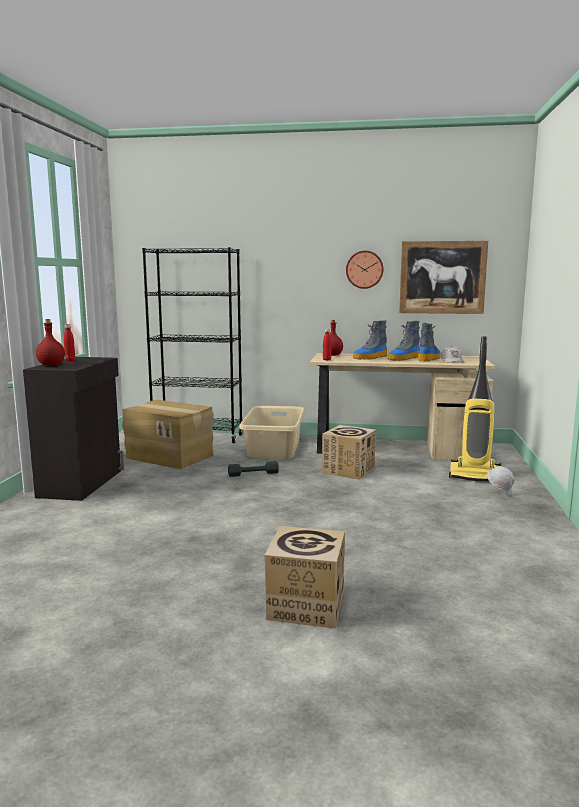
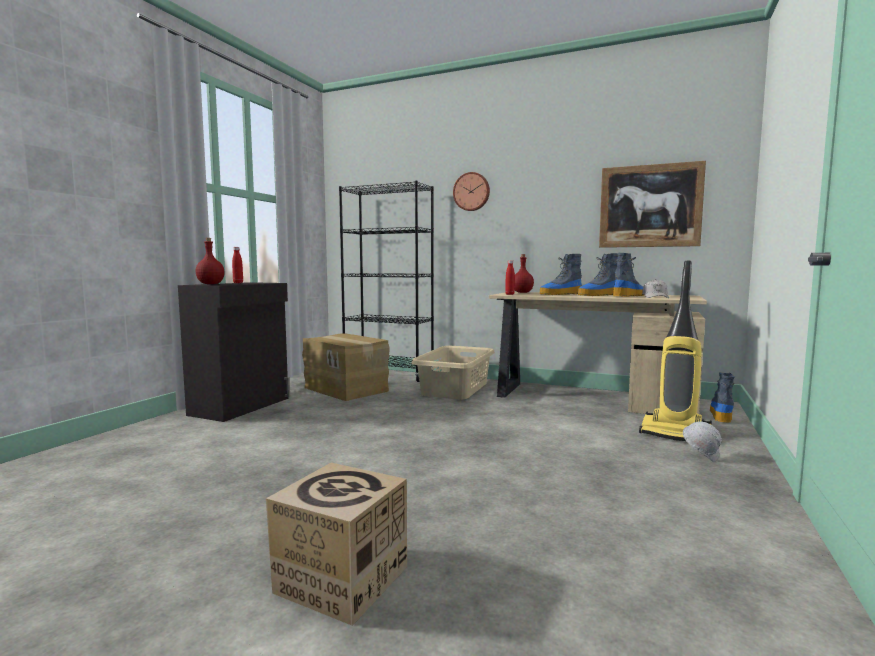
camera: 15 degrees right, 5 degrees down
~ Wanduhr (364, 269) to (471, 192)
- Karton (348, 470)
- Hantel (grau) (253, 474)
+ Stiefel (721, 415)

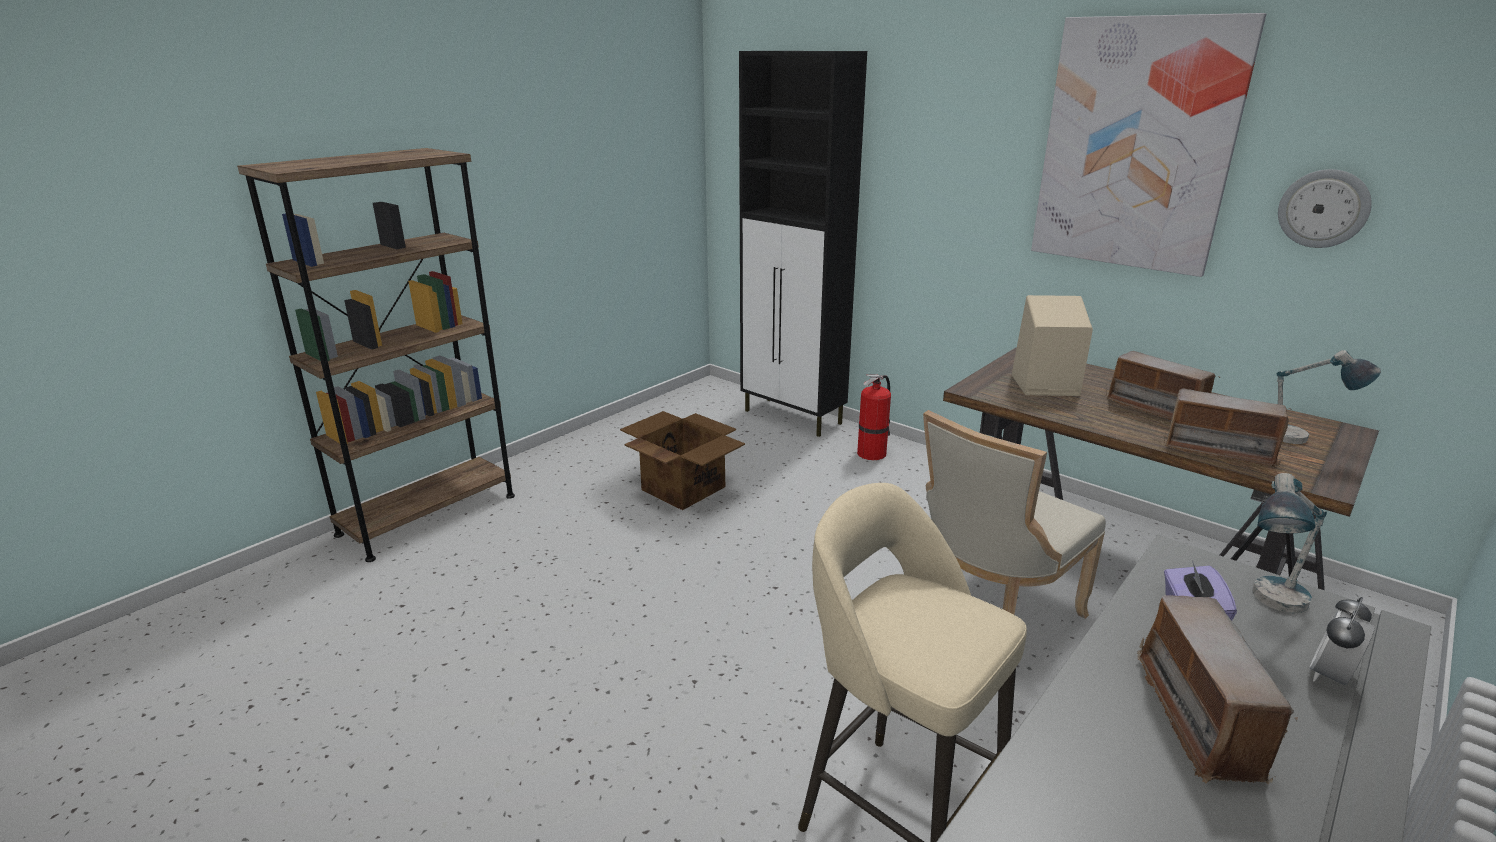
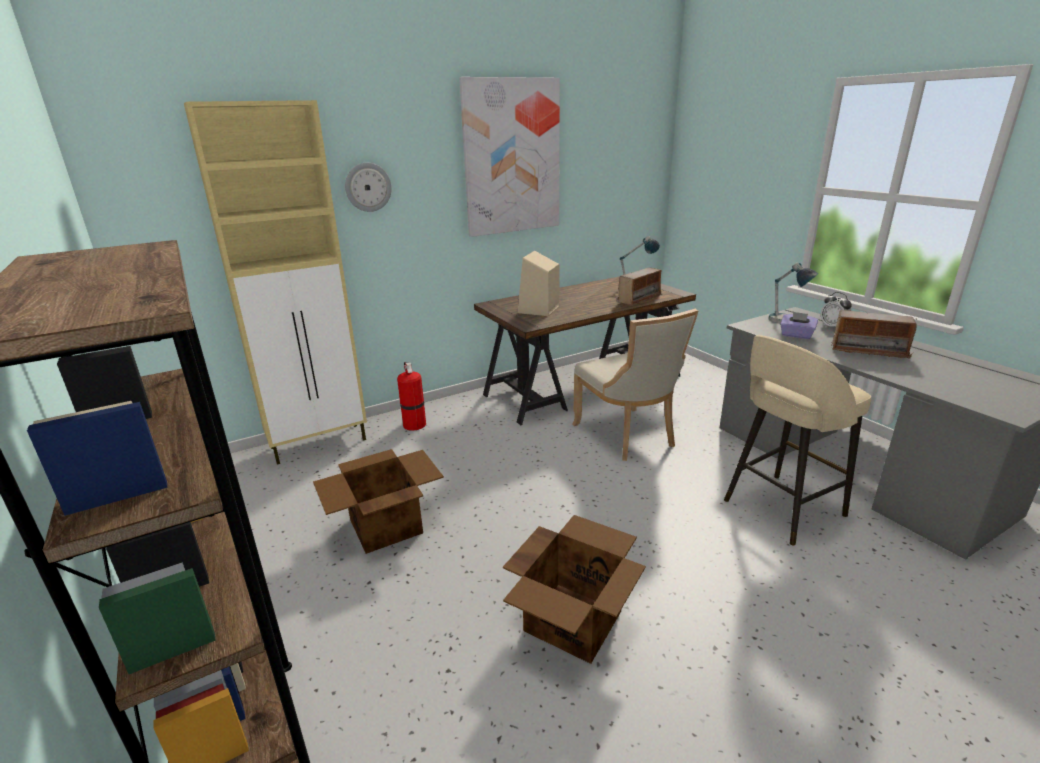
camera: 70 degrees left, 0 degrees up
~ Schrank (schwarz) (793, 417) to Schrank (beige) (320, 443)
~ Wanduhr (1323, 208) to (368, 187)
- Radio (1155, 409)
+ Karton (574, 620)

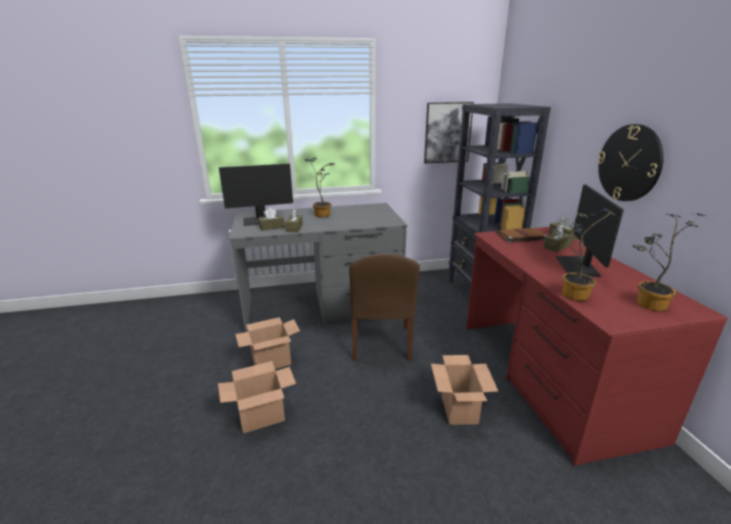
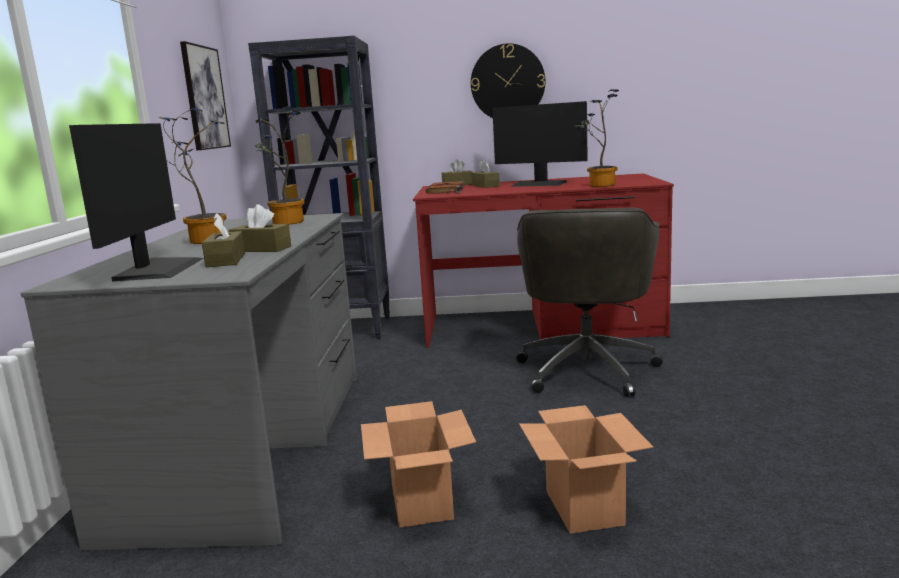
camera: 75 degrees left, 10 degrees down
~ Topfpflanze (646, 304) to (285, 223)
- Stuhl (braun) (381, 344)
~ Karton (458, 408) to Bürostuhl (grau) (587, 369)

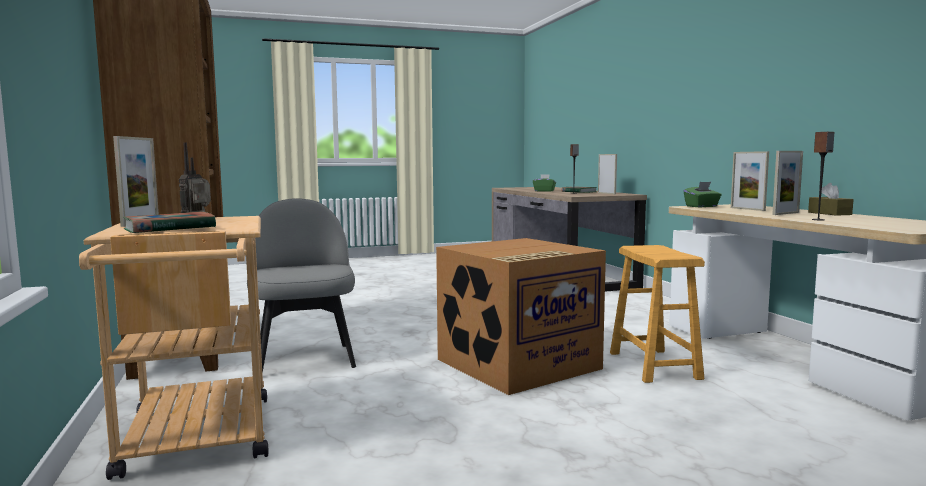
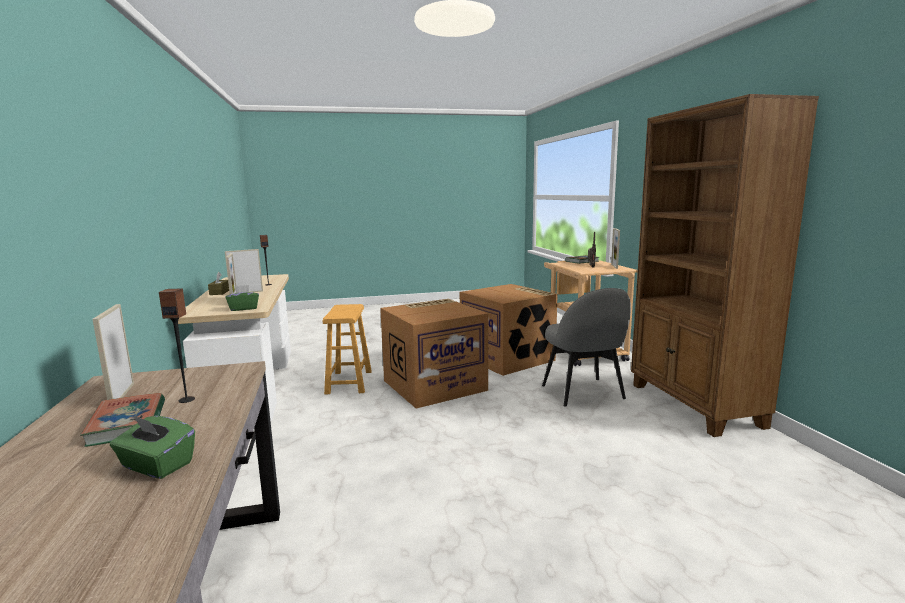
camera: 175 degrees left, 5 degrees up
+ Karton (508, 358)

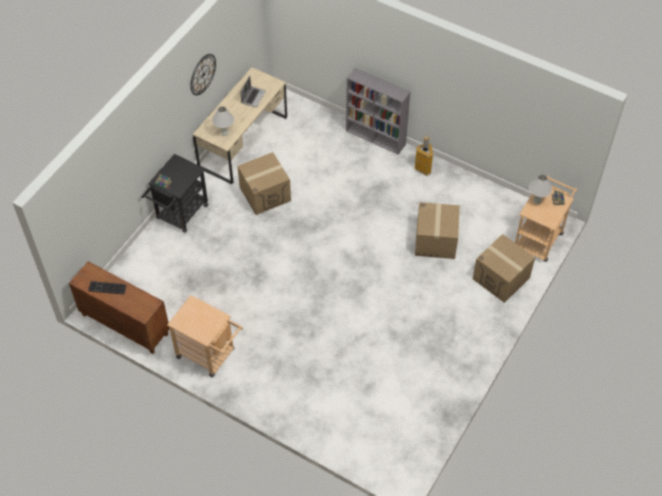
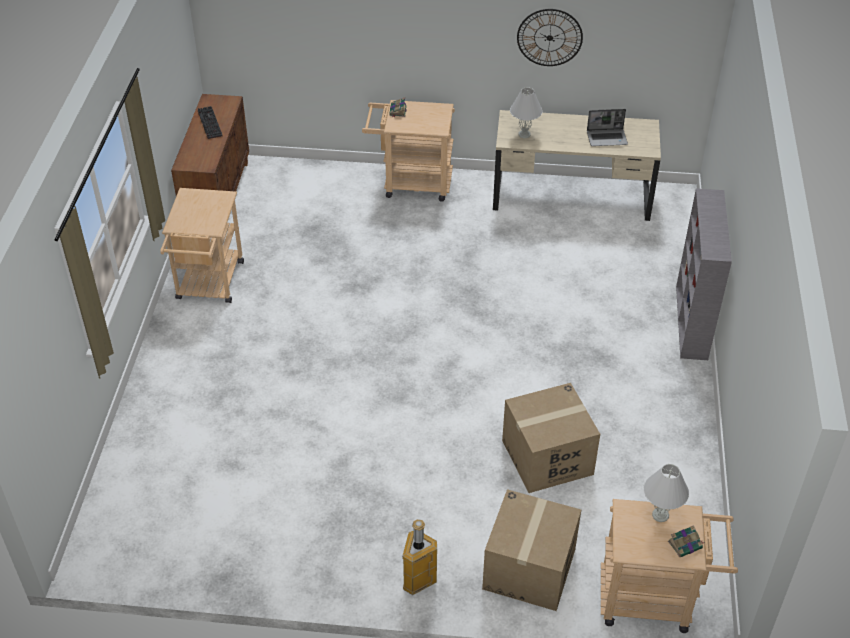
camera: 65 degrees right, 10 degrees down
~ Mülleimer (423, 169) to (418, 580)
- Karton (265, 194)
~ Rollwagen (schwarz) (179, 215) to Rollwagen (beige) (411, 183)

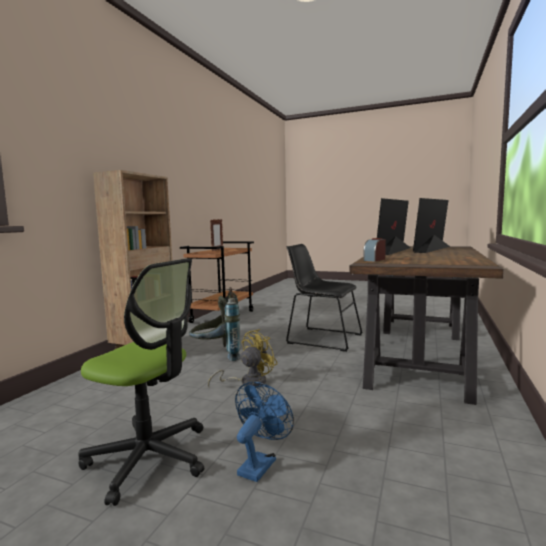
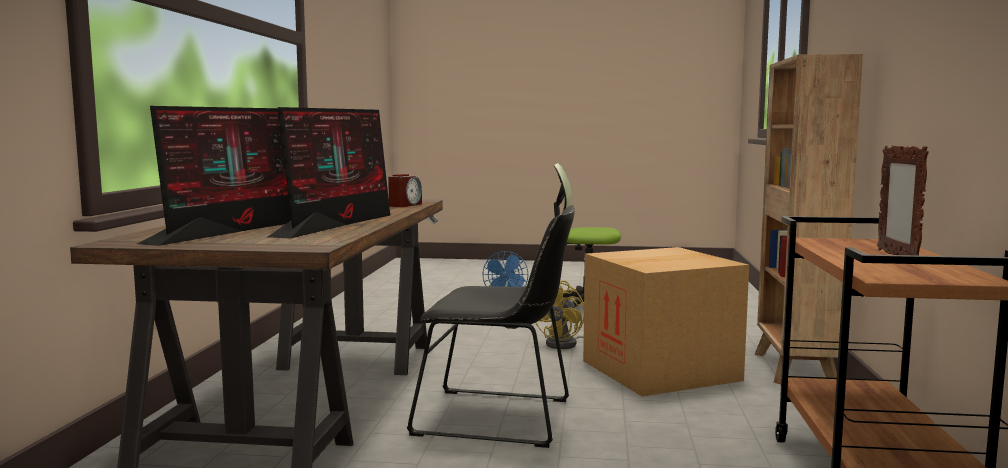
camera: 165 degrees right, 0 degrees up
~ Rucksack (grau) (217, 355) to Karton (660, 370)

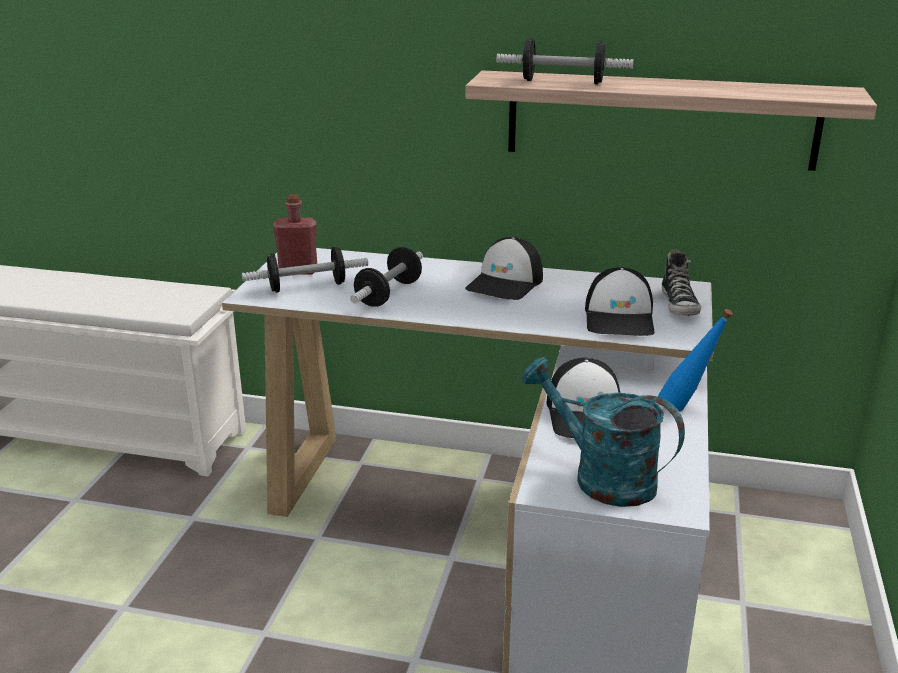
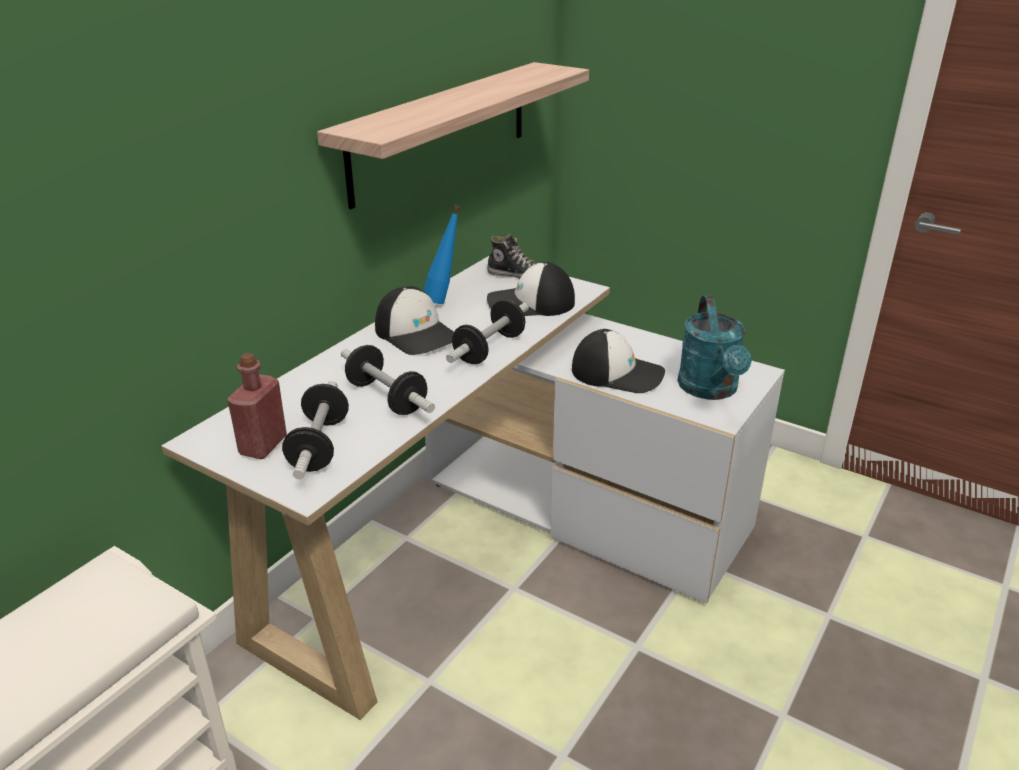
camera: 70 degrees left, 5 degrees up
~ Hantel (563, 82) to (489, 349)
~ Kappe (620, 318) = (530, 303) 150 degrees clockwise
~ Flasche (blau) (687, 410) to (443, 300)
~ Gießkanne (türkis) (601, 477) = (711, 390) 60 degrees counterclockwise

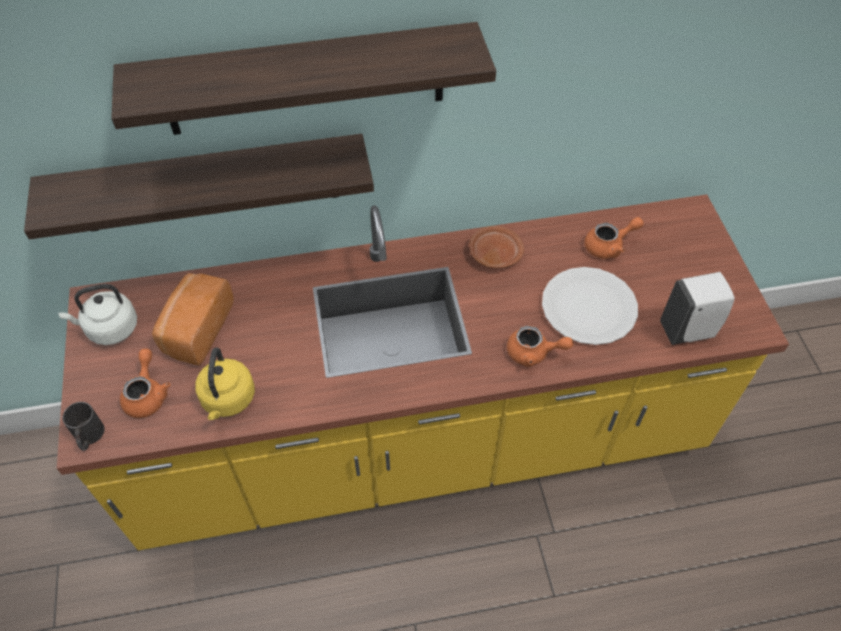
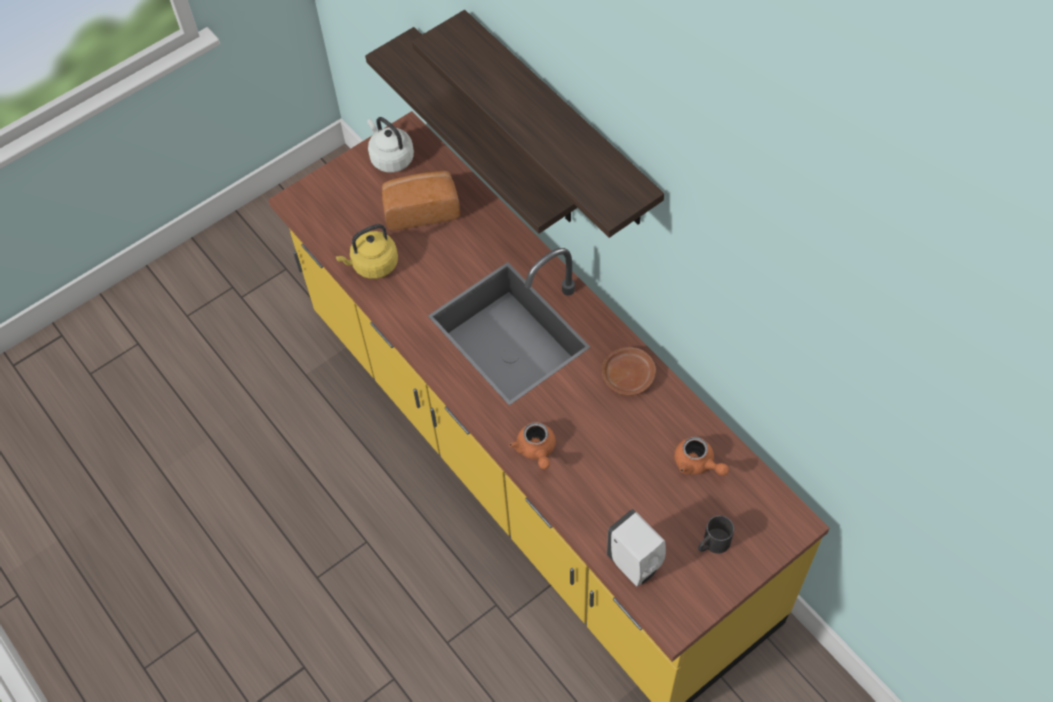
camera: 65 degrees right, 5 degrees up
- Teller (weiß) (588, 307)
- Teekanne (orange) (147, 394)
~ Henkelbecher (schwarz) (89, 437) to (712, 544)

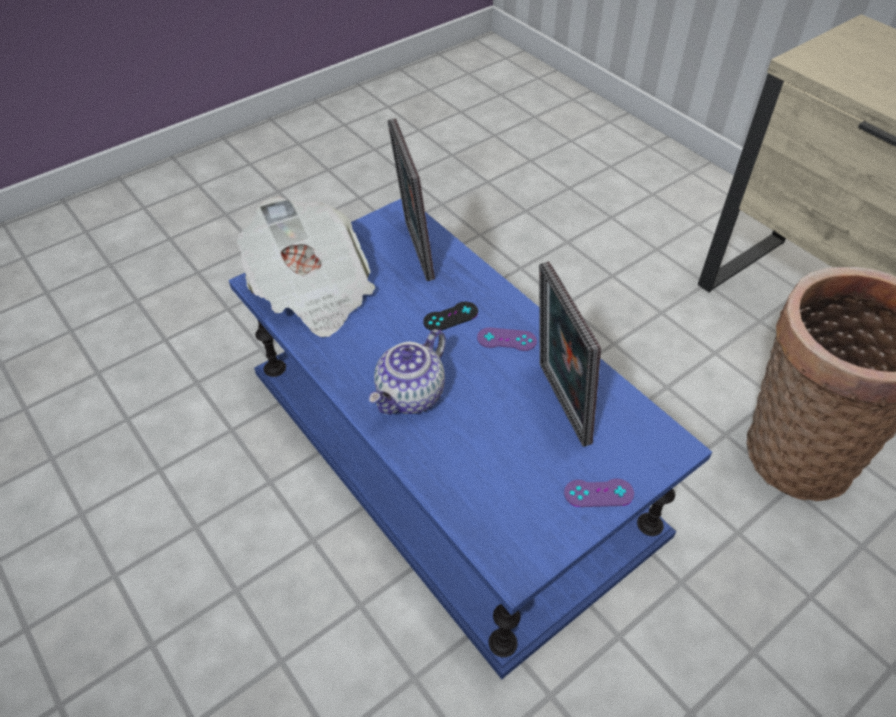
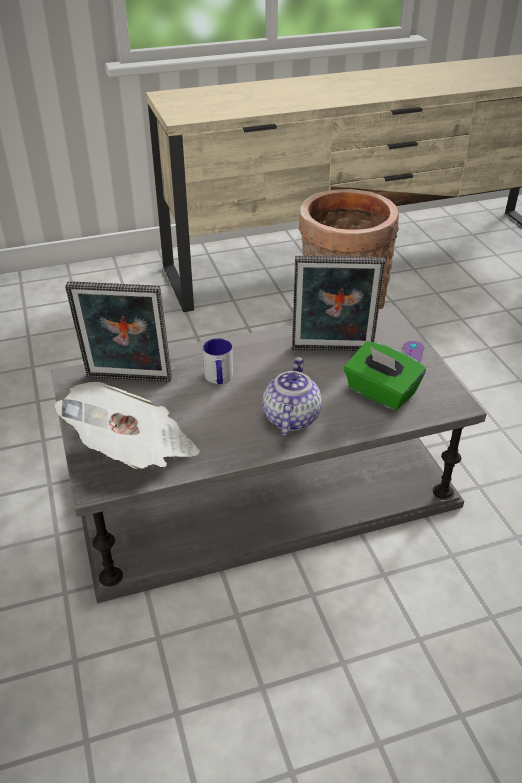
camera: 70 degrees left, 10 degrees down
~ Couchtisch (blau) (450, 450) to Couchtisch (grau) (262, 483)
~ Gamepad (schwarz) (450, 317) to Henkelbecher (219, 379)
- Gamepad (lila) (506, 339)
~ Teekanne (411, 396) = (290, 417) 135 degrees counterclockwise
+ Taschentuchbox (grün) (380, 393)

